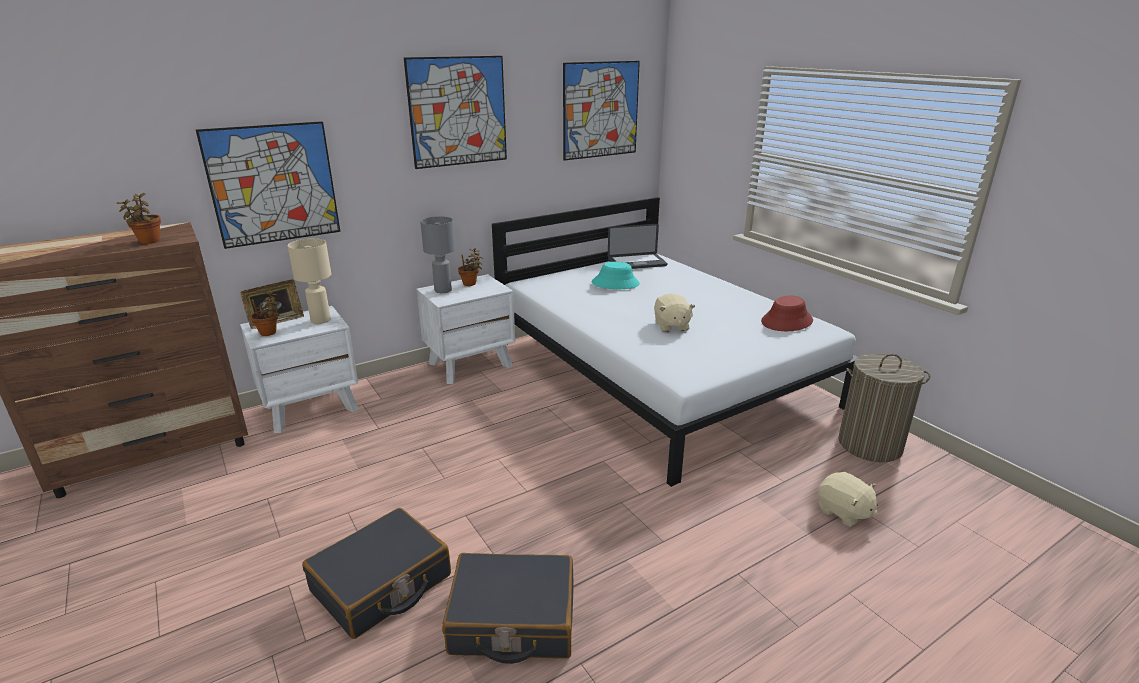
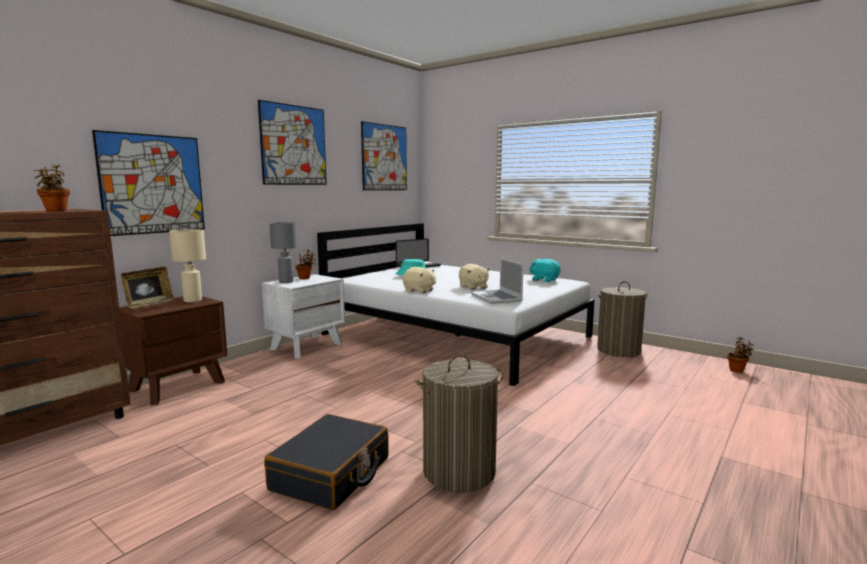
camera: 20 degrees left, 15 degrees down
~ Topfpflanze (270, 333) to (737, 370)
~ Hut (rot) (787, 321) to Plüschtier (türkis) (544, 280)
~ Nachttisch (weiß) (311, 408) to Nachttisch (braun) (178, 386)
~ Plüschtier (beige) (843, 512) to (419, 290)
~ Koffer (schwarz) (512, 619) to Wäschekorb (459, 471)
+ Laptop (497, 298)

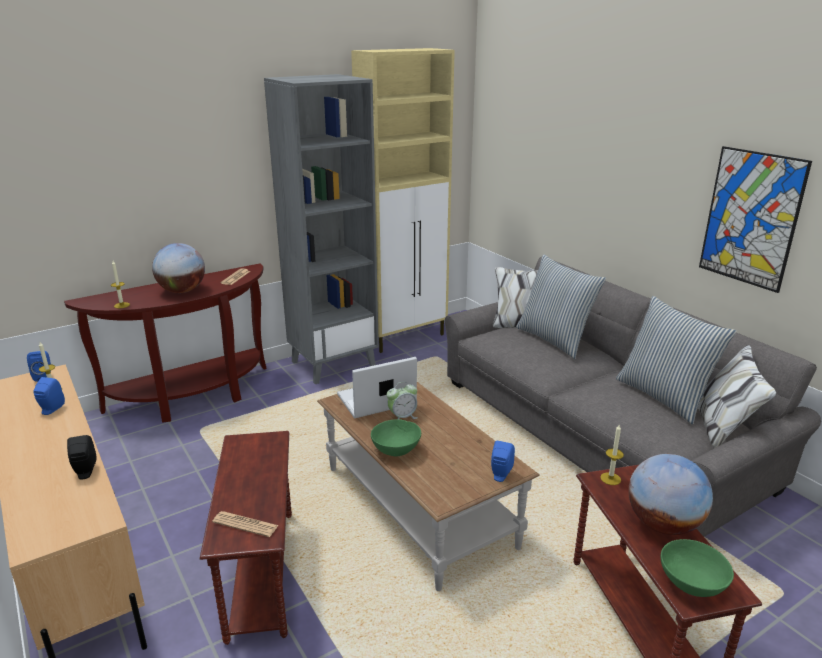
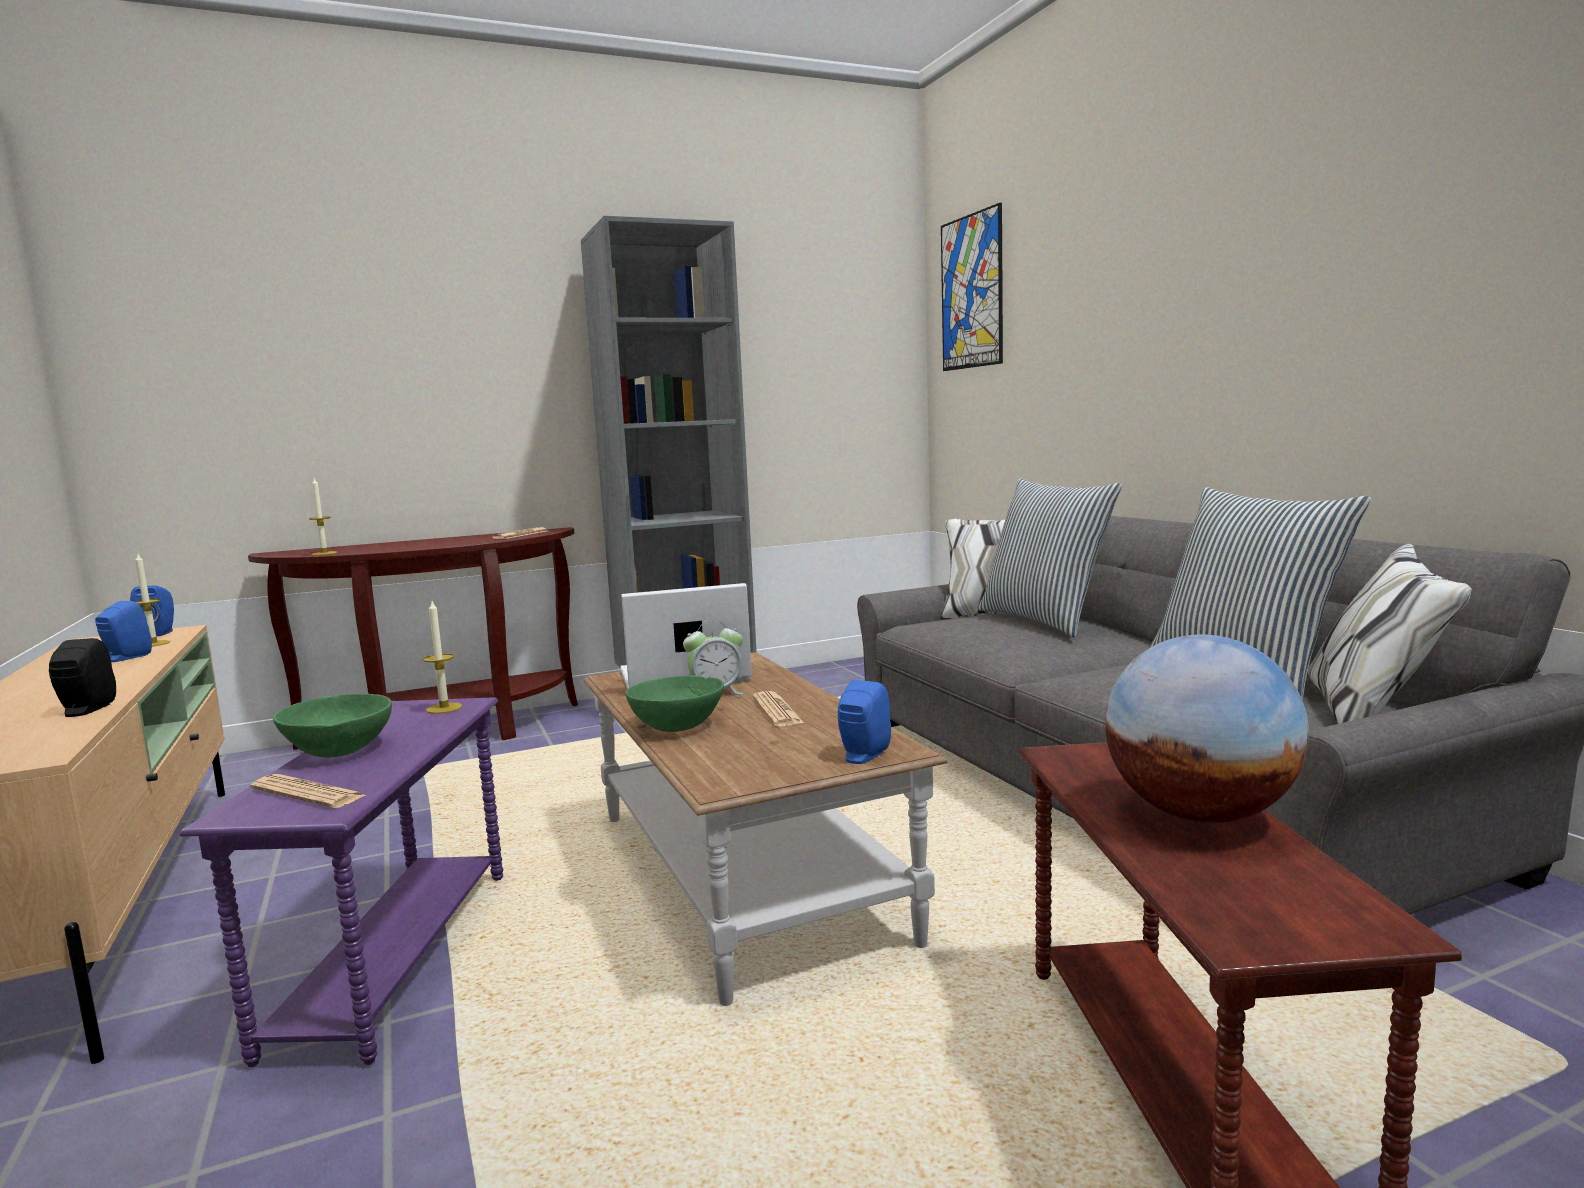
camera: 10 degrees right, 15 degrees down
- Schrank (beige) (405, 337)
~ Bild (751, 218) to (971, 292)
- Globus (182, 291)
~ Kerze (610, 478) to (444, 708)
~ Beistelltisch (braun) (260, 573) to Beistelltisch (lila) (393, 958)
~ Schüssel (grün) (691, 583) to (339, 750)
+ Zeitung (777, 710)

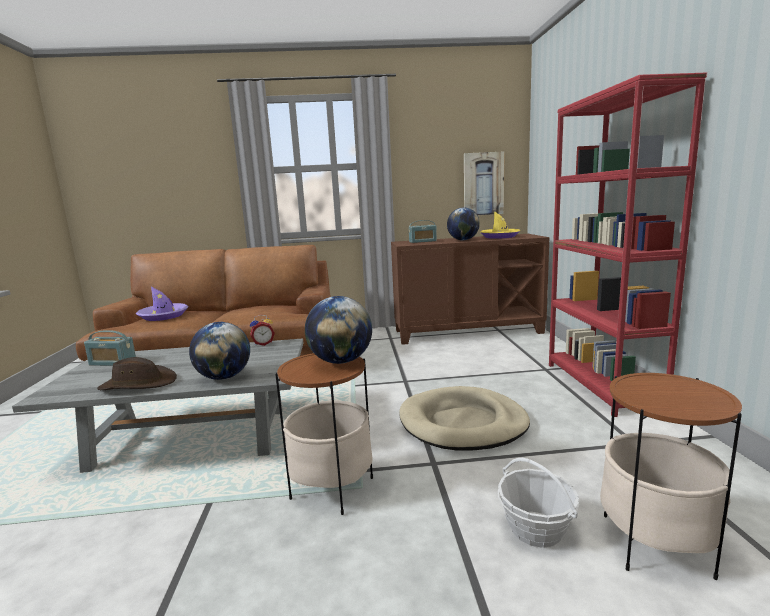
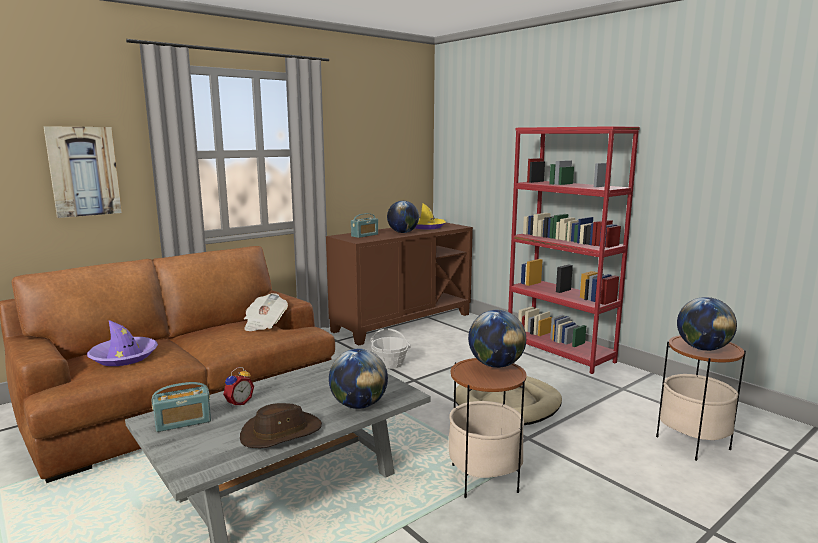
camera: 35 degrees left, 0 degrees up
~ Bild (483, 184) to (84, 171)
~ Wecker (263, 344) to (238, 403)
~ Korb (536, 529) to (390, 363)
+ Zeitung (264, 324)
+ Globus (702, 348)

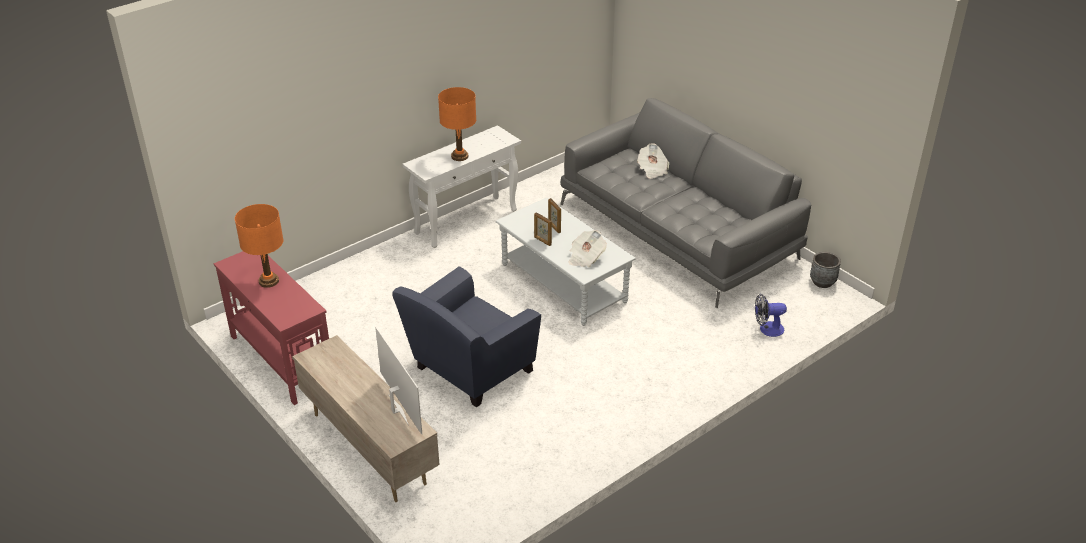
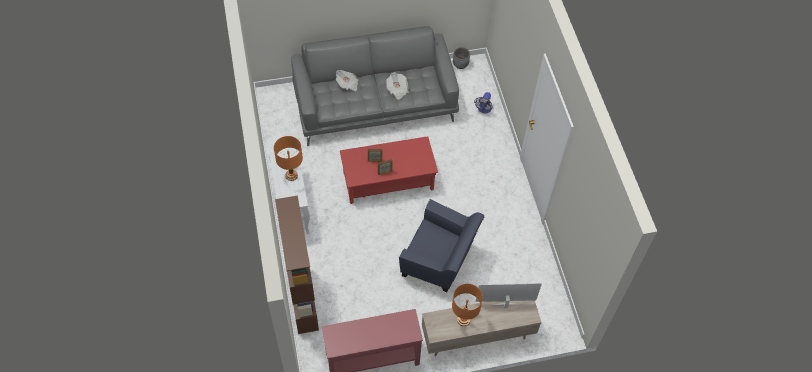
camera: 65 degrees left, 20 degrees up
~ Couchtisch (grau) (563, 283) to Couchtisch (rot) (388, 181)
~ Tischlampe (orange) (269, 281) to (463, 320)
~ Zeitung (585, 257) to (397, 90)
~ Sessel (blau) (468, 371) = (439, 262) 45 degrees counterclockwise
+ Bücherregal (braun) (302, 298)

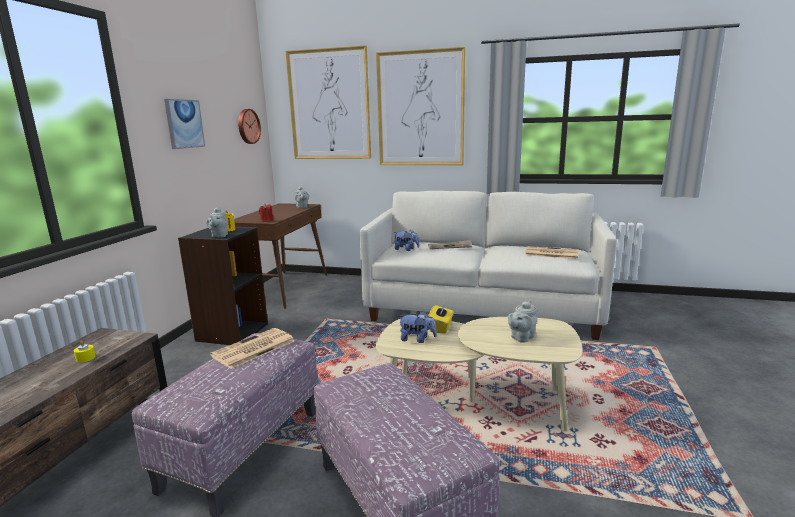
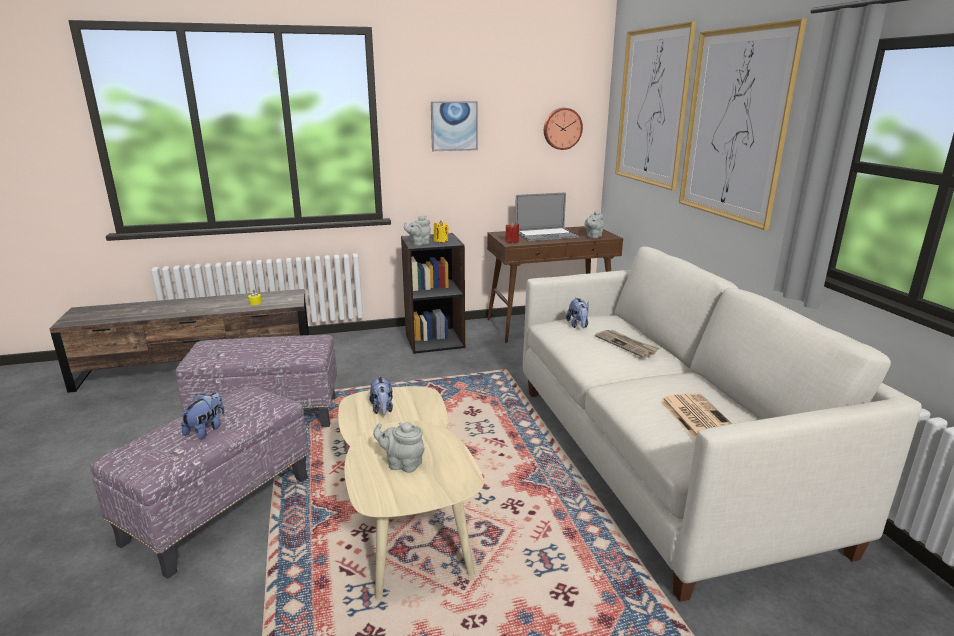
camera: 60 degrees right, 5 degrees up
- Taschentuchbox (gelb) (441, 328)
- Zeitung (253, 349)
+ Laptop (546, 235)
+ Plüschtier (206, 430)

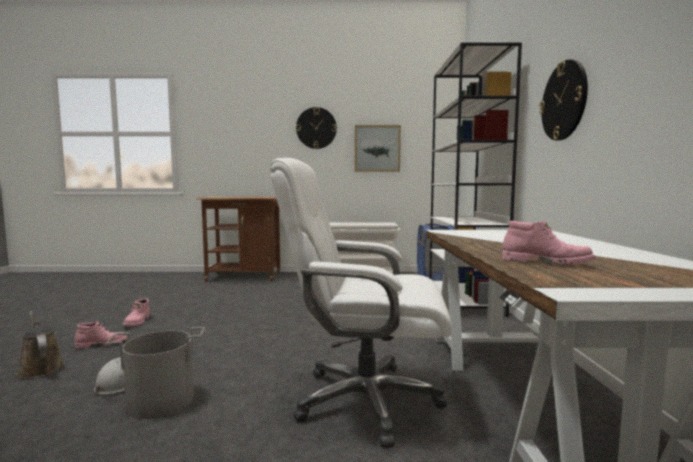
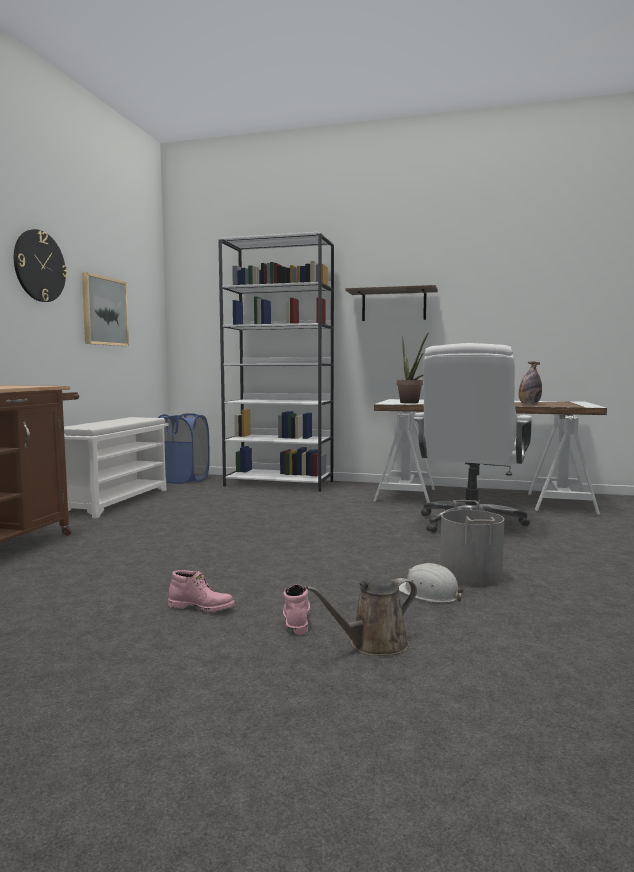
camera: 75 degrees left, 0 degrees up
~ Wanduhr (564, 101) to Wandregal (393, 305)
~ Stiefel (rosa) (546, 262) to Flasche (529, 404)
+ Topfpflanze (411, 403)

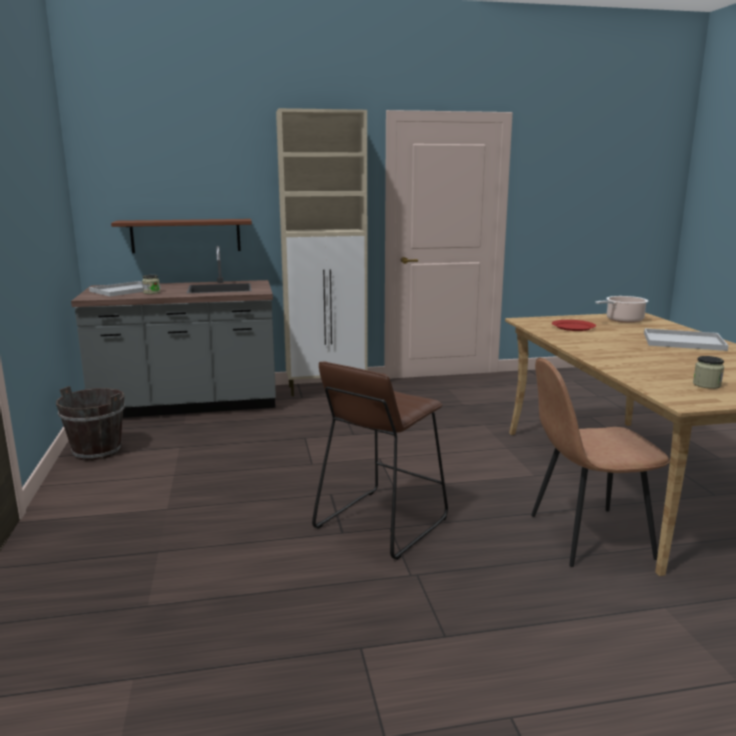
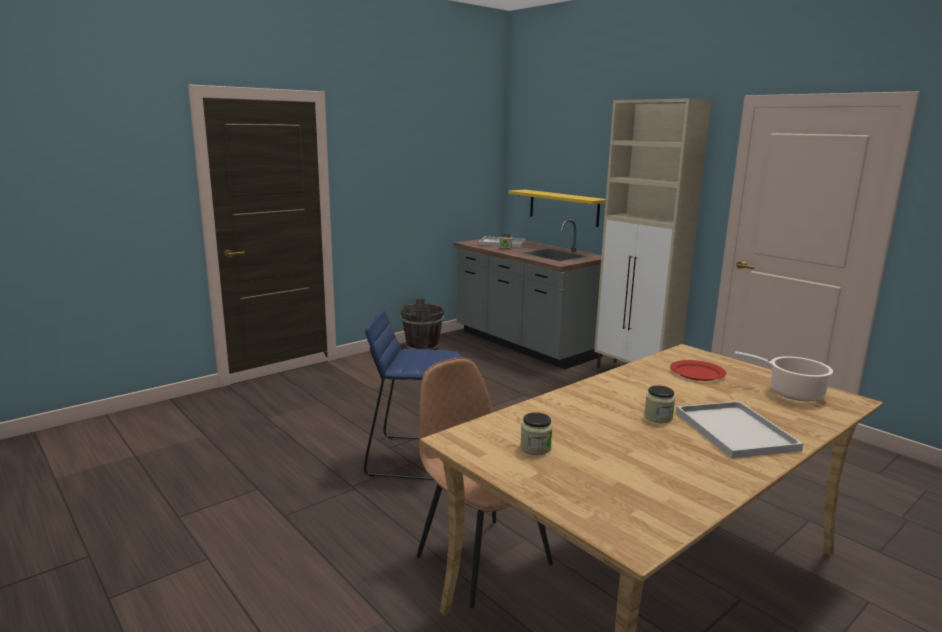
camera: 60 degrees right, 0 degrees up
~ Wandregal (braun) (186, 235) to Wandregal (gelb) (563, 207)
~ Hocker (braun) (381, 522) to Hocker (blau) (417, 457)
+ Vorratsglas (658, 417)

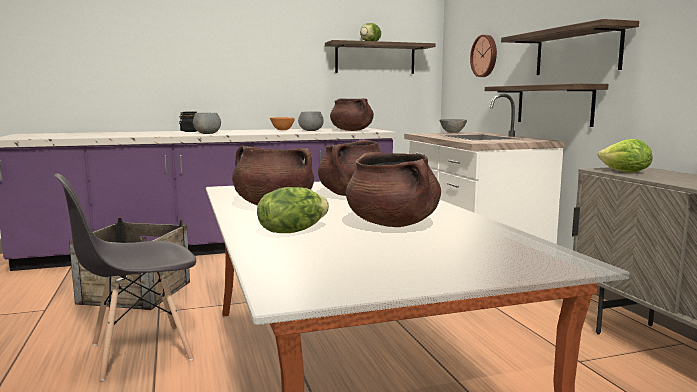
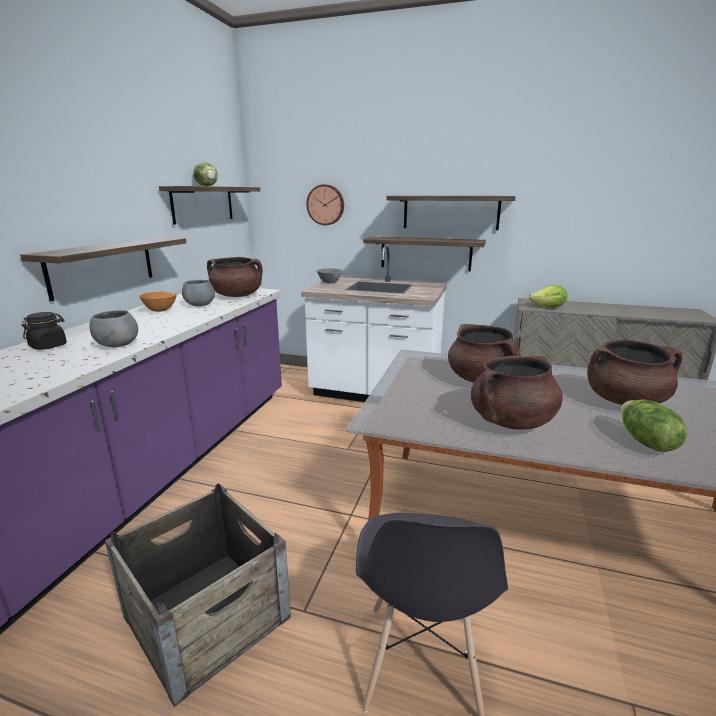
camera: 55 degrees left, 10 degrees up
+ Wandregal (102, 266)

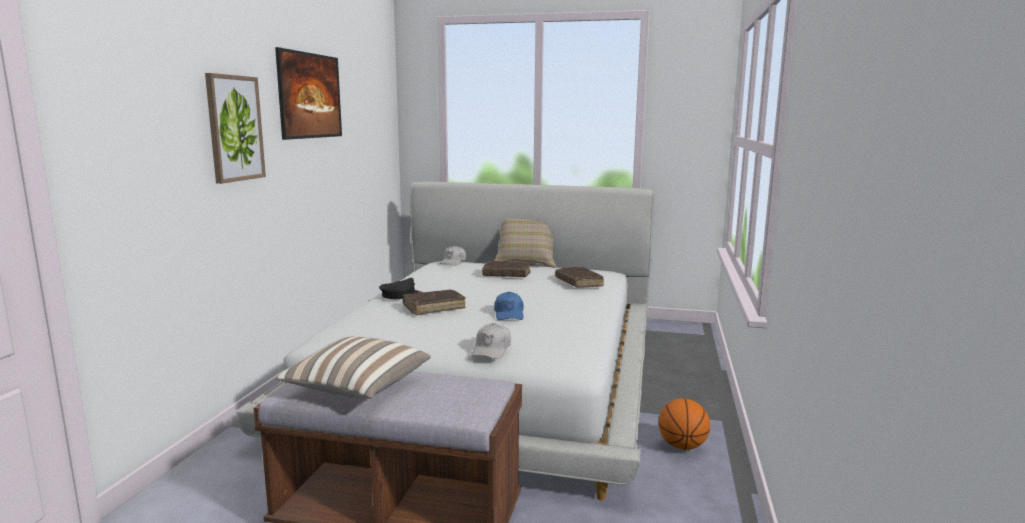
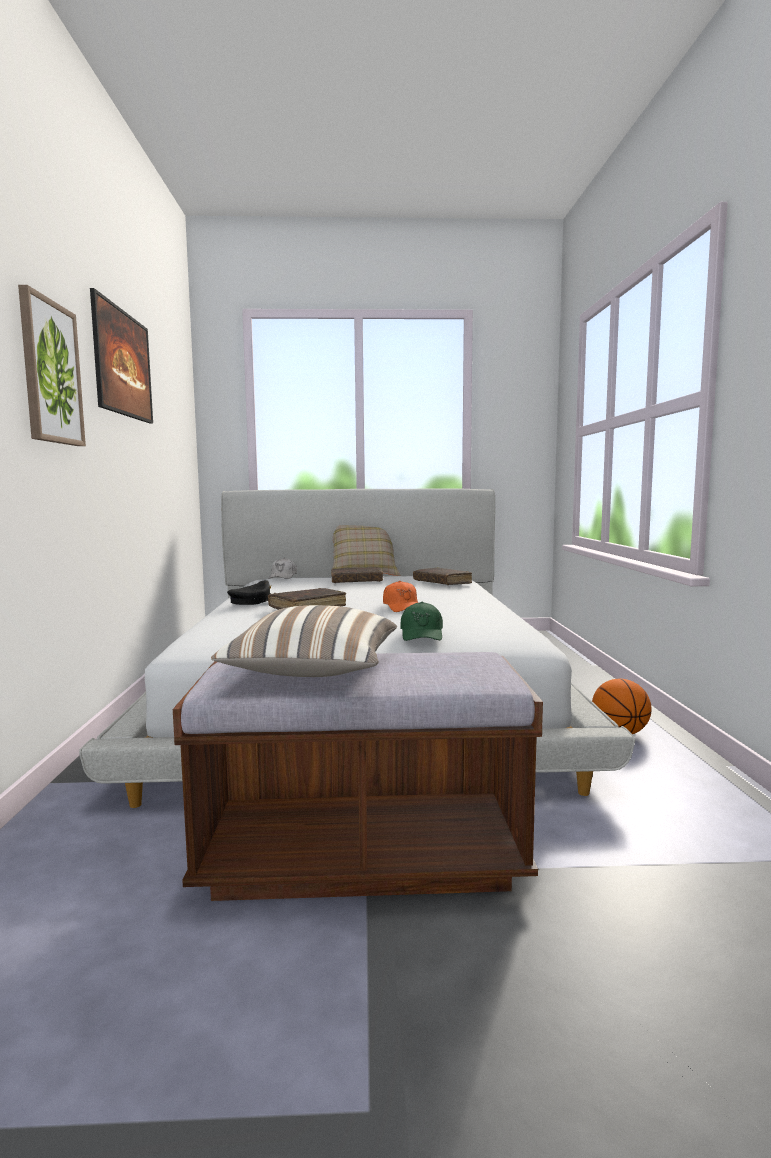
camera: 15 degrees left, 5 degrees down
~ Kappe (blau) (509, 314) to Kappe (orange) (402, 607)
~ Kappe (weiß) (491, 350) to Kappe (grün) (422, 634)

